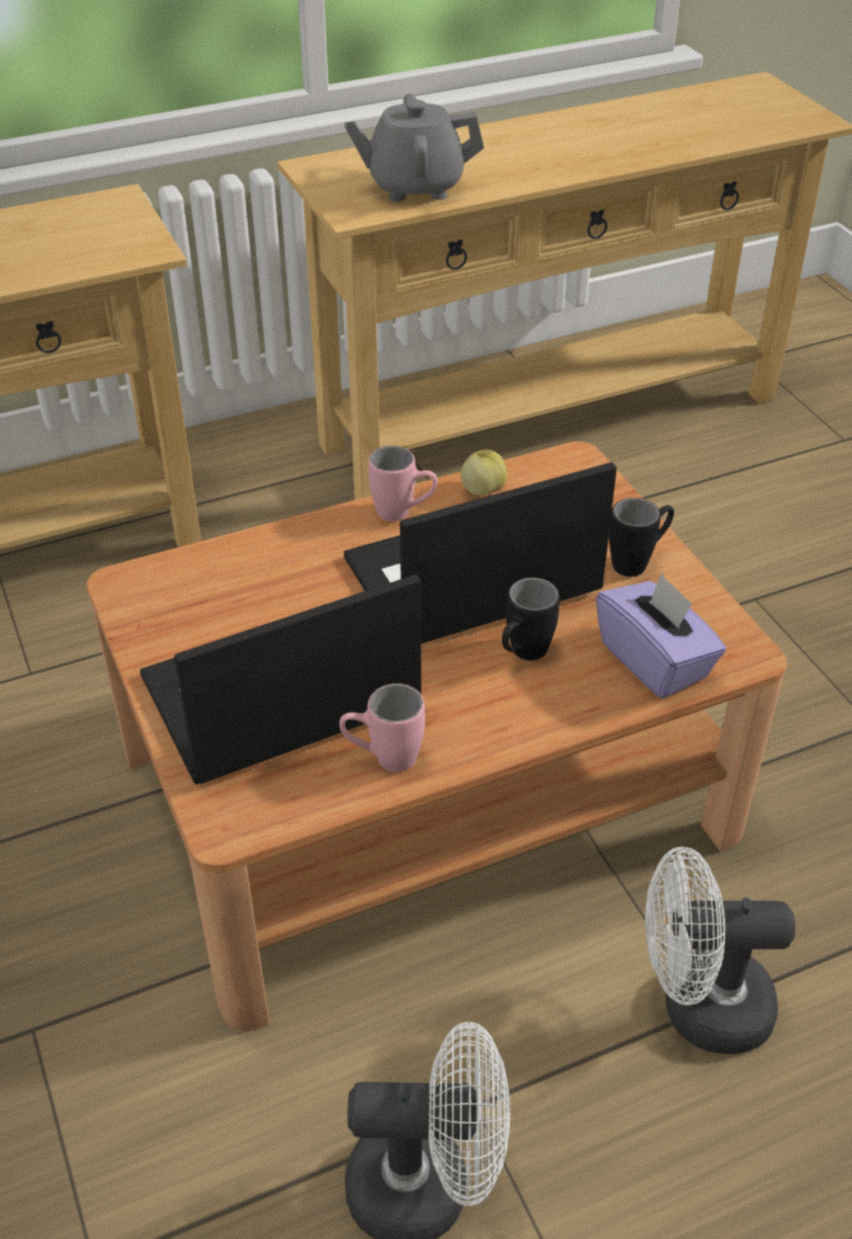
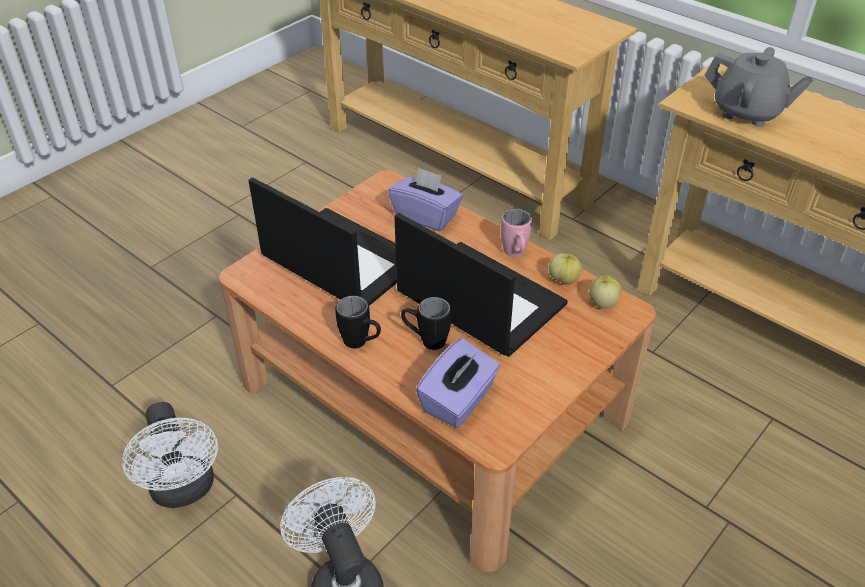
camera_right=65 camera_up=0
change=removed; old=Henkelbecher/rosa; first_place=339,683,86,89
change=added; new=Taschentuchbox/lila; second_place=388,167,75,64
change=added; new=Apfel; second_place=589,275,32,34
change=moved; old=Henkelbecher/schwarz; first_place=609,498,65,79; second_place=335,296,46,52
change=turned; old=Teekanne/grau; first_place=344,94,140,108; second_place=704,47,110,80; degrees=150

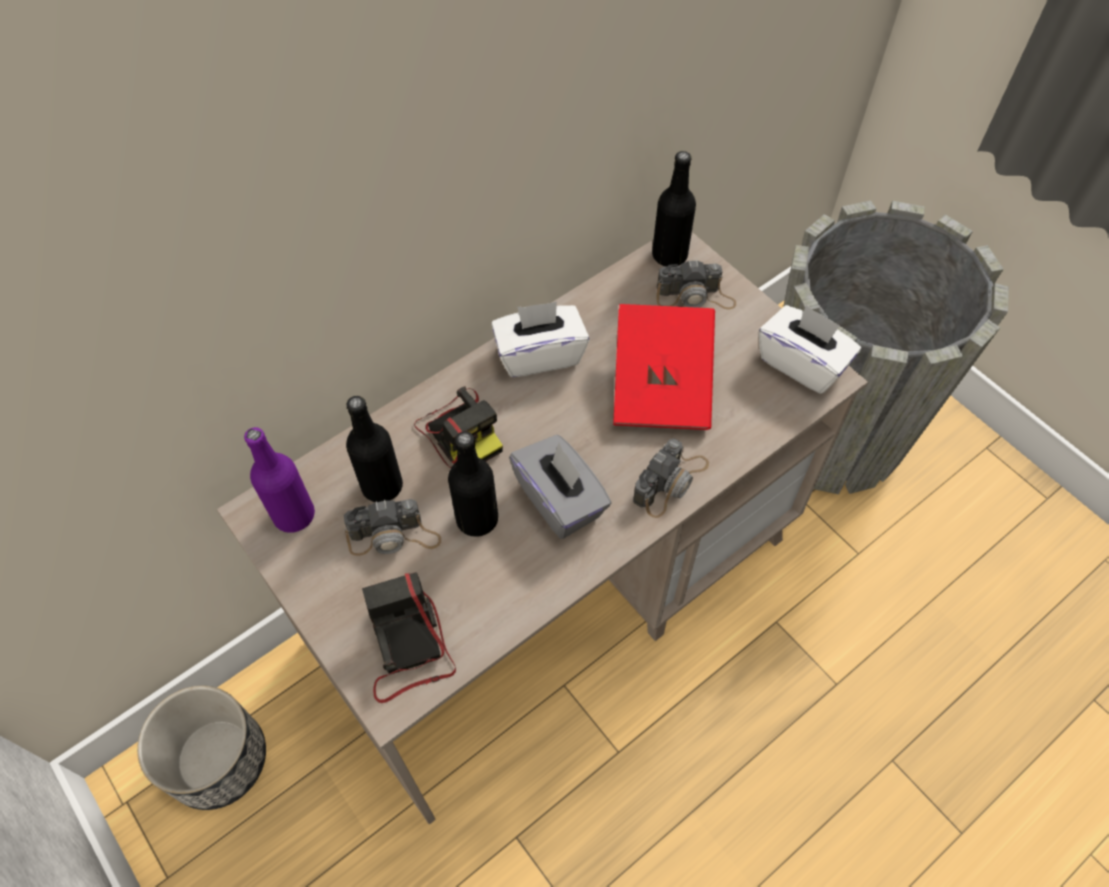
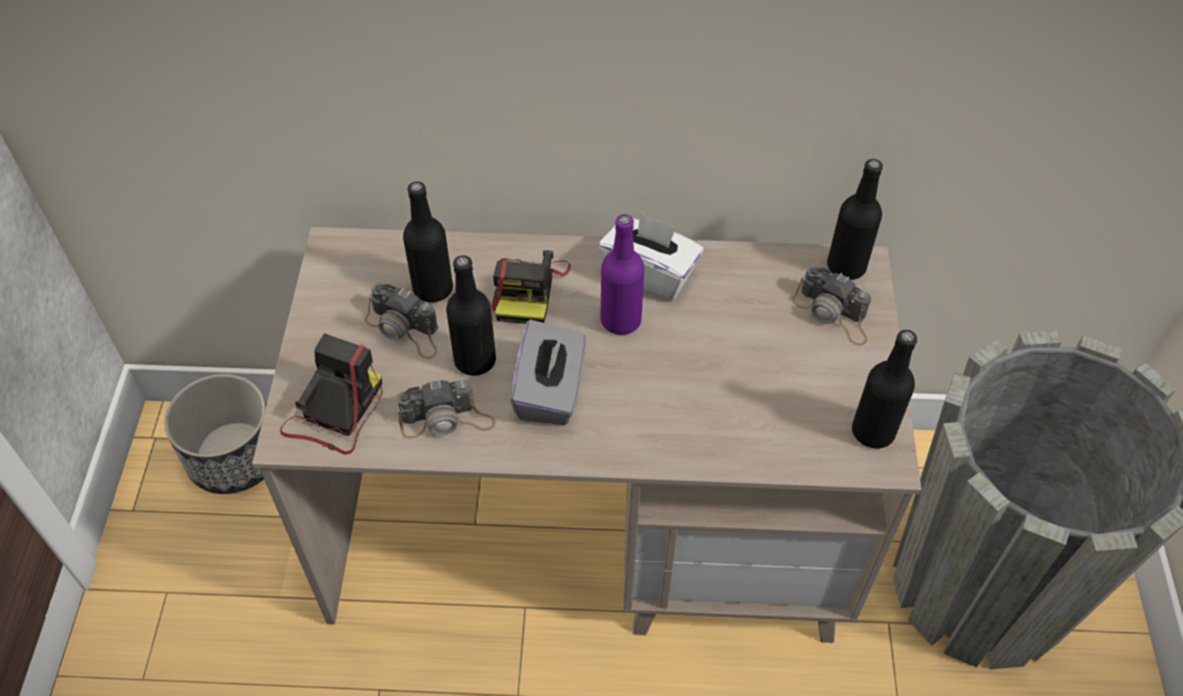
camera_right=40 camera_up=-5
change=removed; old=Buch/rot; first_place=613,304,102,126
change=moved; old=Flasche/lila; first_place=244,427,71,106; second_place=600,214,45,121
change=moved; old=Kamera; first_place=633,438,76,80; second_place=397,379,98,59
change=replaced; old=Taschentuchbox/weiß; new=Flasche/schwarz; first_place=759,304,102,90; second_place=852,330,65,119

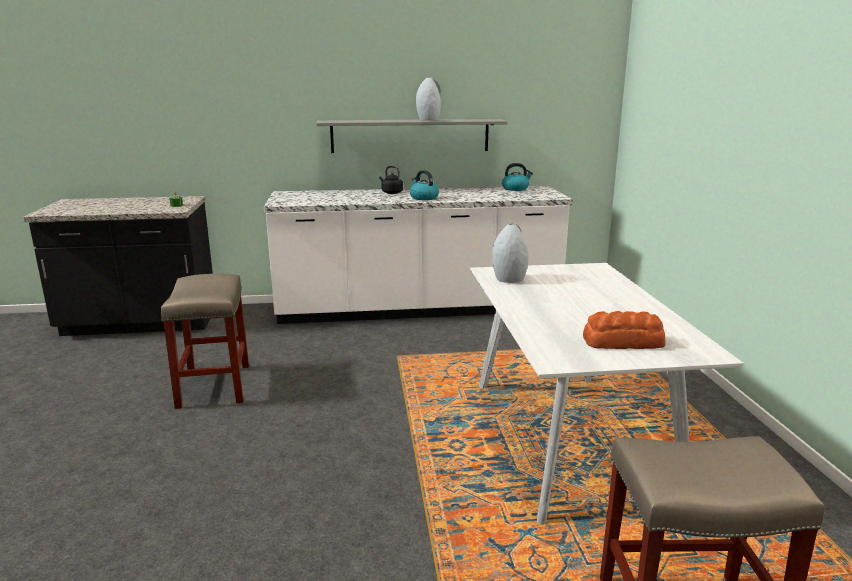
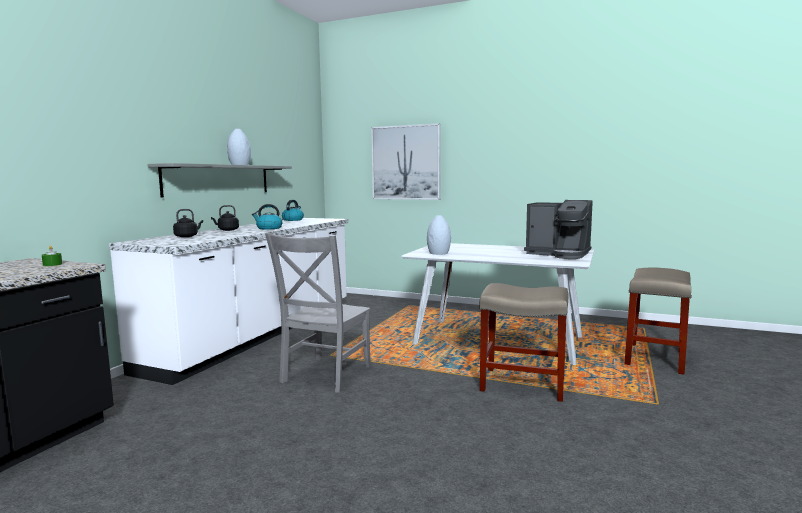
camera_right=-60 camera_up=-10
change=added; new=Wasserkessel/schwarz; second_place=173,209,30,28
change=added; new=Stuhl/grau; second_place=265,233,106,160
change=added; new=Bild; second_place=371,123,70,77
change=moved; old=Hocker/beige; first_place=161,273,88,136; second_place=479,283,90,119
change=replaced; old=Brot; new=Kaffeemaschine; first_place=583,311,82,38; second_place=524,200,69,59

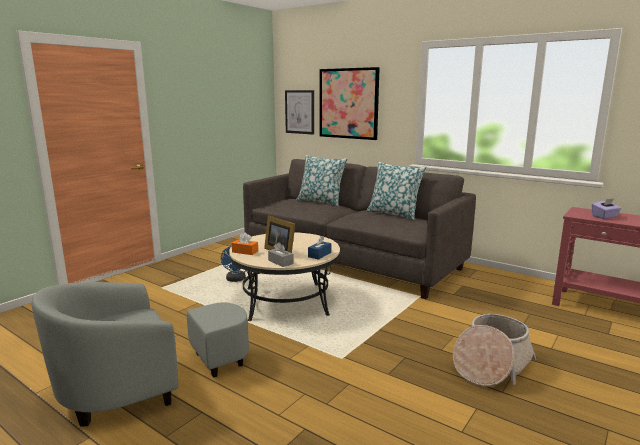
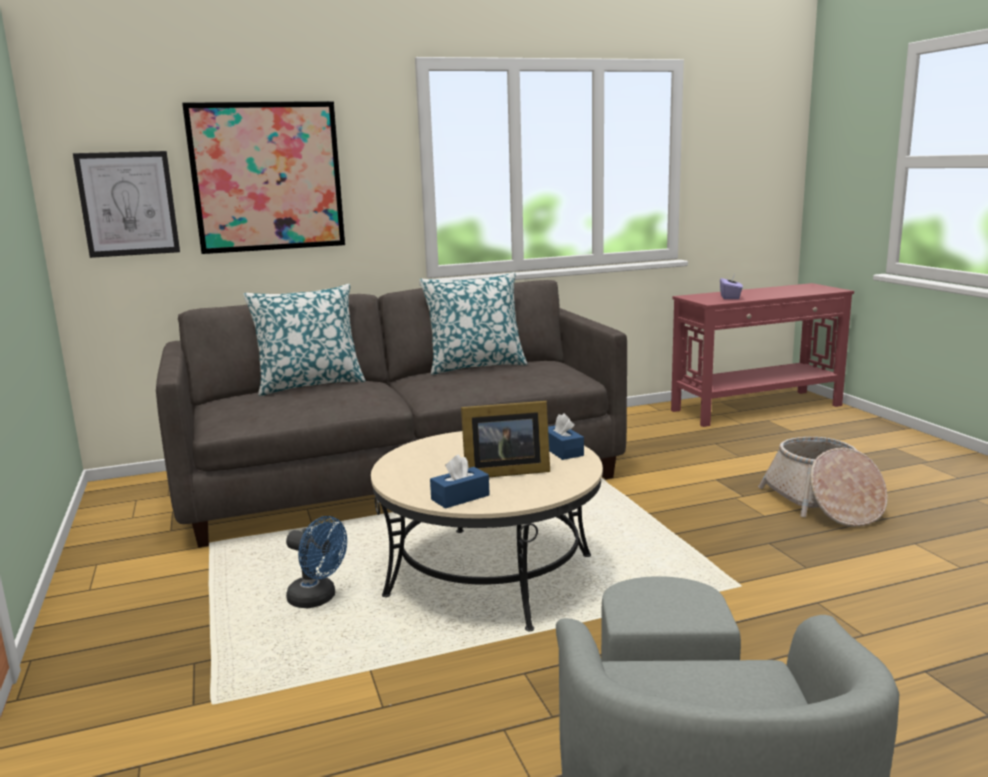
camera_right=-55 camera_up=0
change=removed; old=Taschentuchbox/grau; first_place=268,242,26,25
change=recoloured; old=Taschentuchbox/orange; new=Taschentuchbox/blau; first_place=232,233,26,22; second_place=430,455,60,54

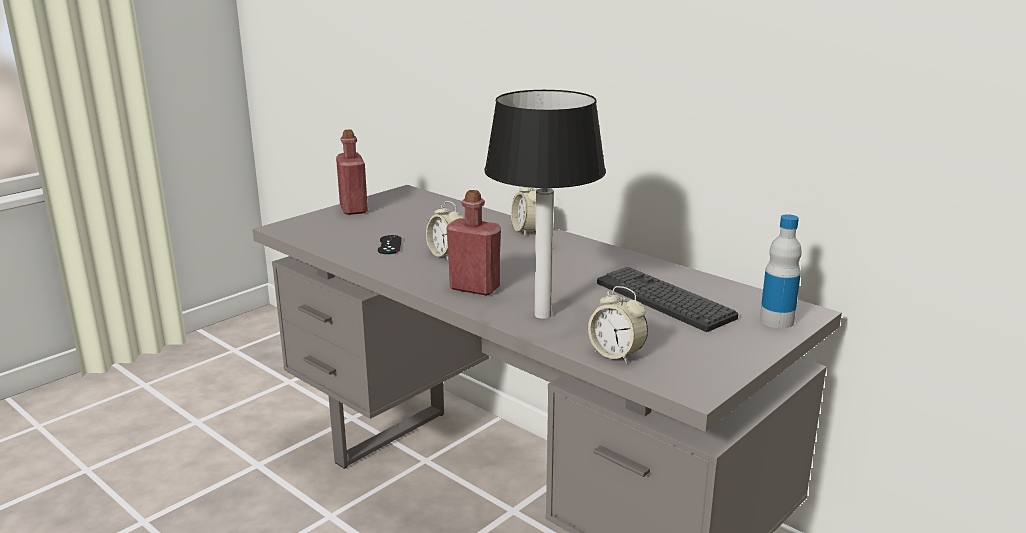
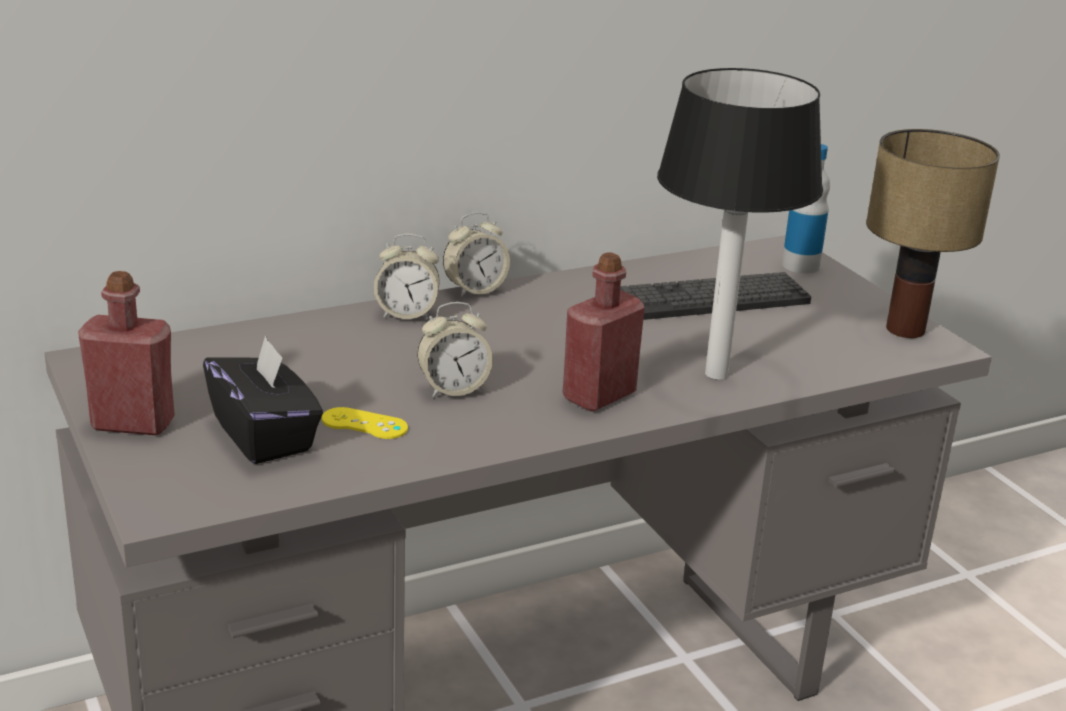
camera_right=-70 camera_up=5
change=added; new=Taschentuchbox/schwarz; second_place=203,335,120,129
change=added; new=Tischlampe; second_place=866,129,134,209
change=moved; old=Wecker; first_place=588,286,60,78; second_place=443,212,67,85
change=recoloured; old=Gamepad/schwarz; new=Gamepad/gelb; first_place=378,235,24,19; second_place=322,407,86,32

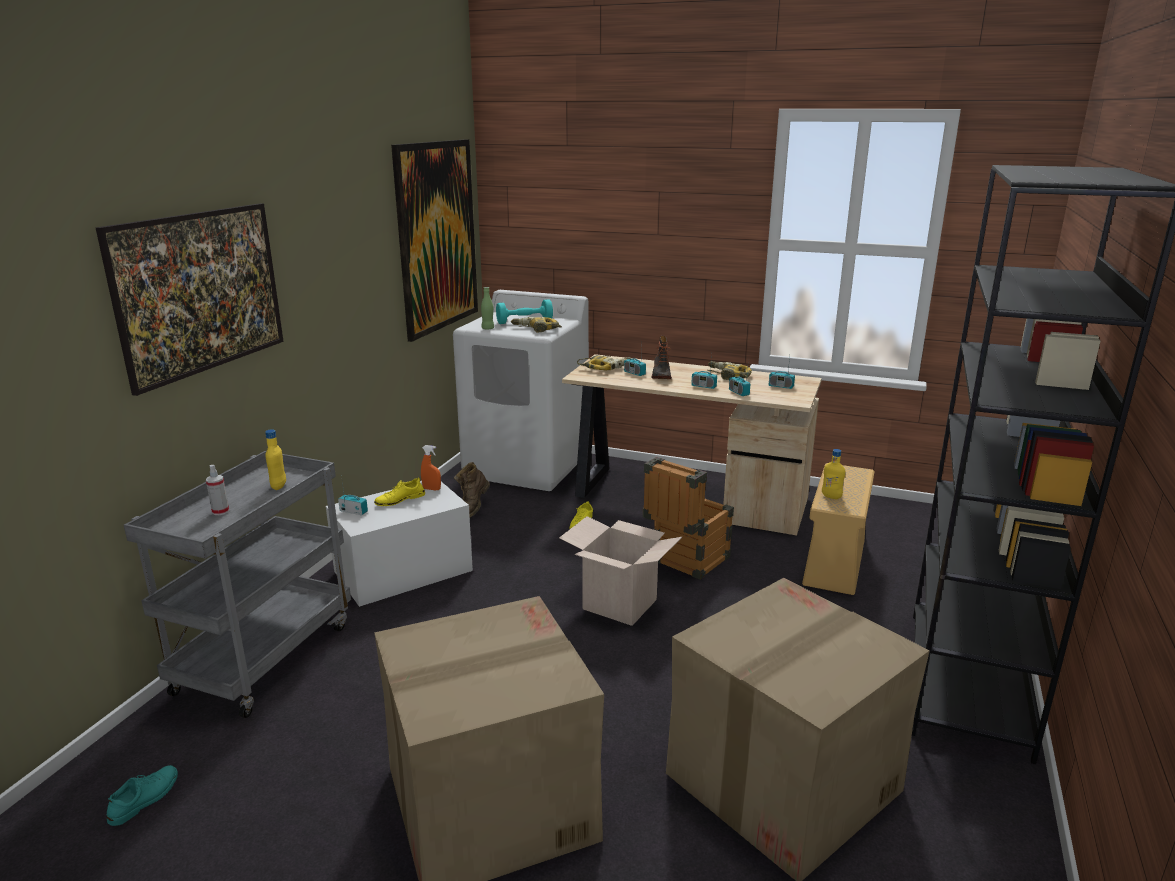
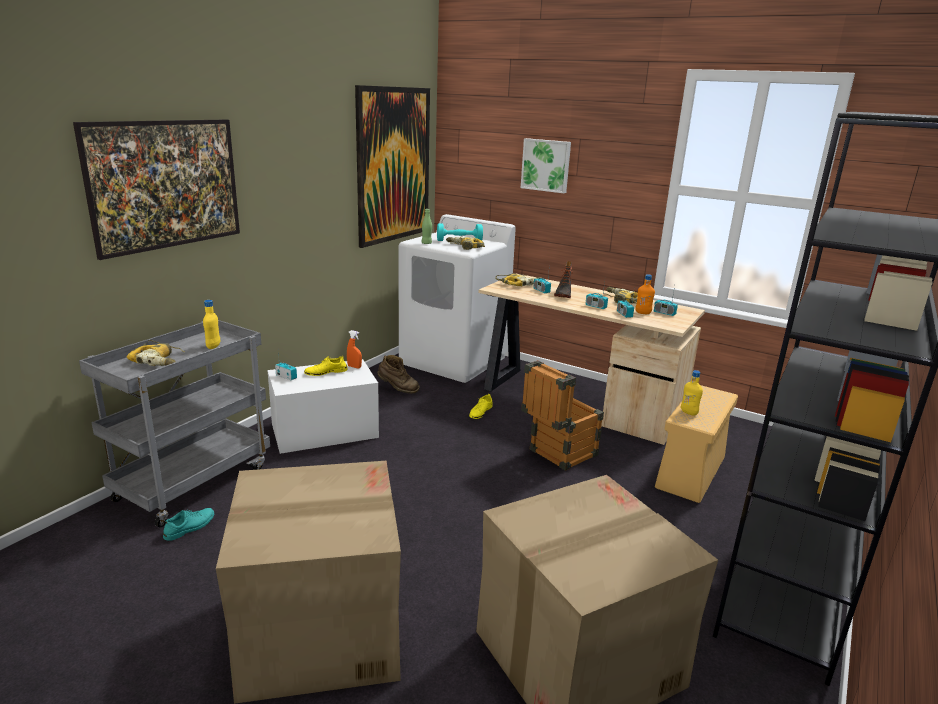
camera_right=10 camera_up=0
change=removed; old=Karton; first_place=559,516,123,110
change=added; new=Bild; second_place=521,138,50,55
change=added; new=Flasche/orange; second_place=635,274,20,40
change=moved; old=Schuh/türkis; first_place=107,765,71,61; second_place=163,508,51,33
change=replaced; old=Sprühflasche; new=Bohrmaschine; first_place=206,465,23,50; second_place=127,340,58,26
change=turned; old=Stiefel/braun; first_place=454,462,36,55; second_place=377,355,43,39; degrees=-105

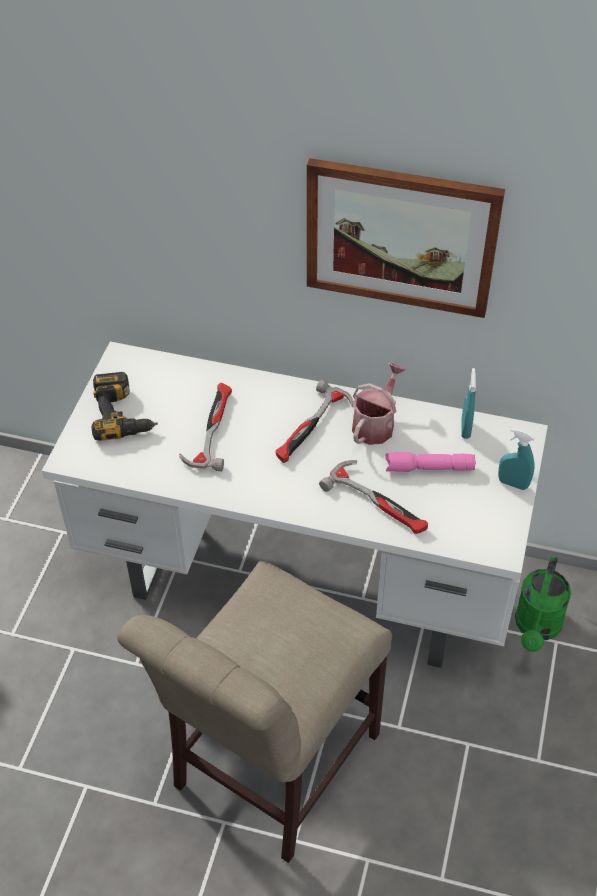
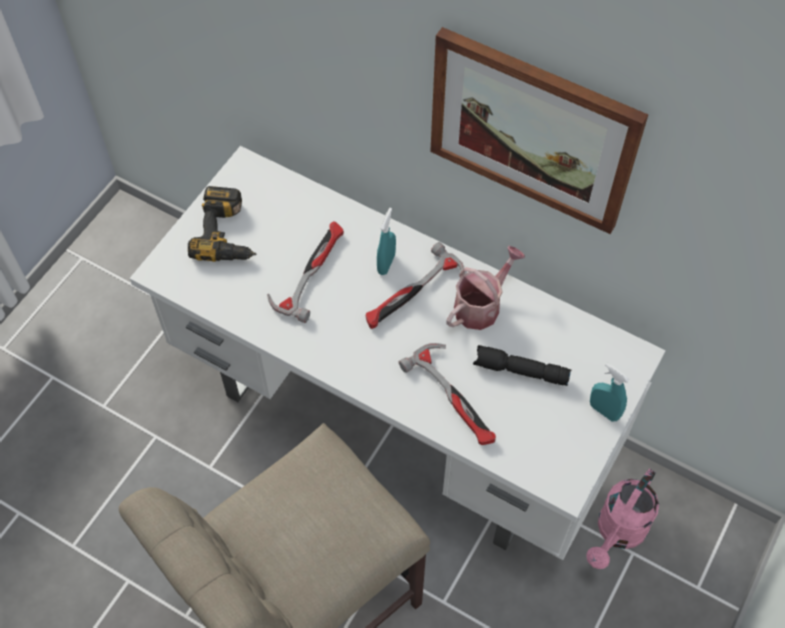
camera_right=15 camera_up=10
change=moved; old=Sprühflasche/türkis; first_place=461,368,15,71; second_place=377,208,19,67
change=recoloured; old=Taschenlampe/rosa; new=Taschenlampe/schwarz; first_place=386,452,90,20; second_place=473,345,98,41
change=recoloured; old=Gießkanne/grün; new=Gießkanne/rosa; first_place=515,556,56,96; second_place=586,468,73,101

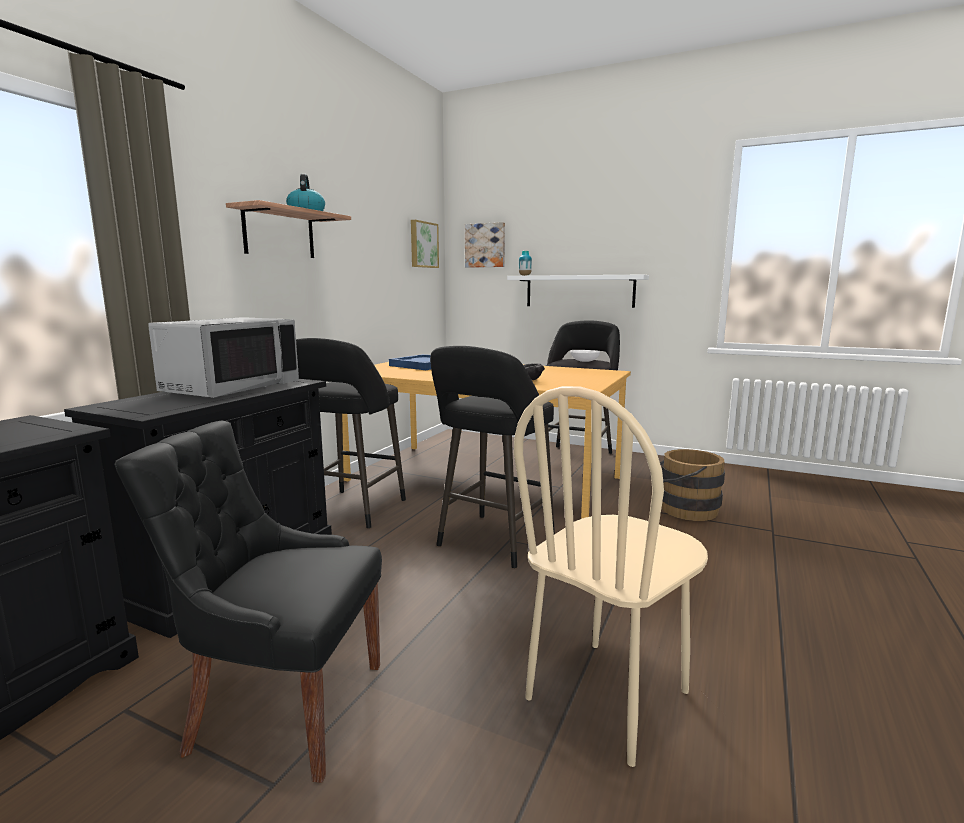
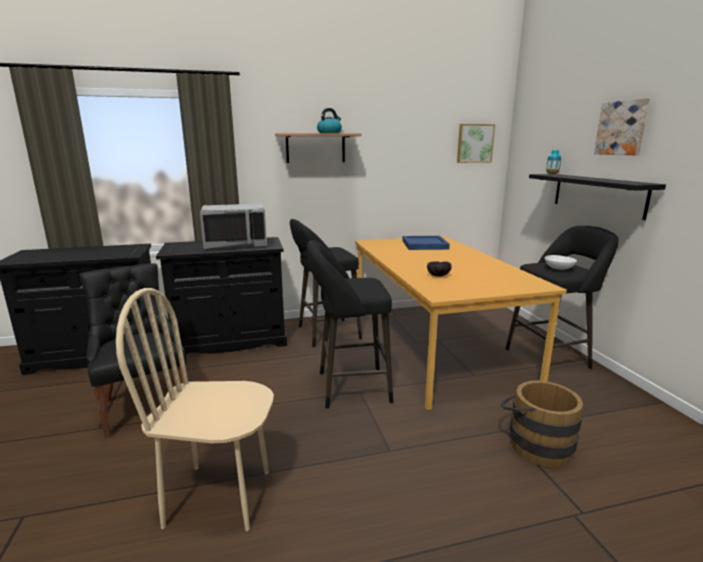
camera_right=50 camera_up=5
change=moved; old=Bild; first_place=465,222,40,46; second_place=594,98,56,57
change=recoloured; old=Wandregal/weiß; new=Wandregal/schwarz; first_place=507,275,142,33; second_place=529,174,137,46

